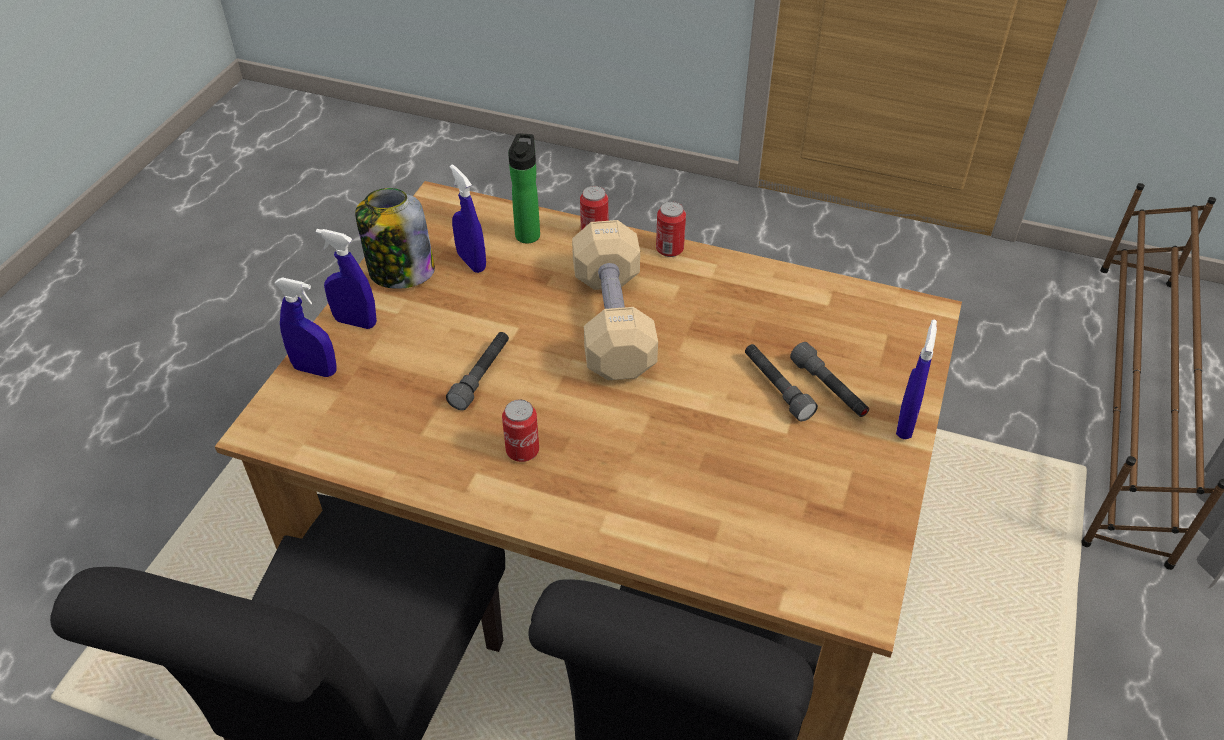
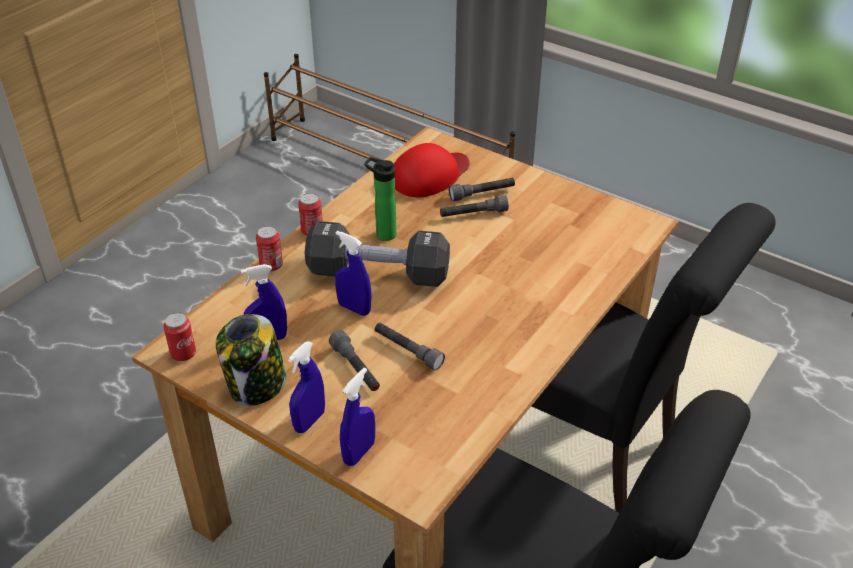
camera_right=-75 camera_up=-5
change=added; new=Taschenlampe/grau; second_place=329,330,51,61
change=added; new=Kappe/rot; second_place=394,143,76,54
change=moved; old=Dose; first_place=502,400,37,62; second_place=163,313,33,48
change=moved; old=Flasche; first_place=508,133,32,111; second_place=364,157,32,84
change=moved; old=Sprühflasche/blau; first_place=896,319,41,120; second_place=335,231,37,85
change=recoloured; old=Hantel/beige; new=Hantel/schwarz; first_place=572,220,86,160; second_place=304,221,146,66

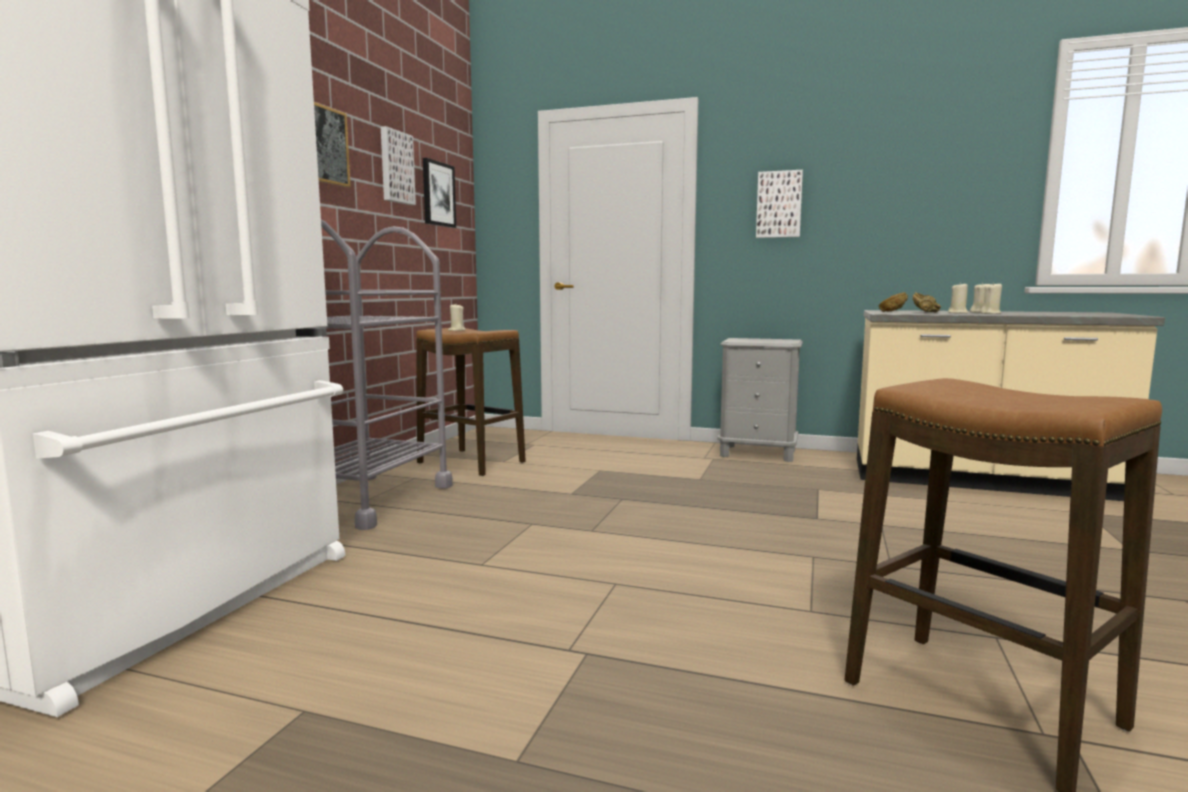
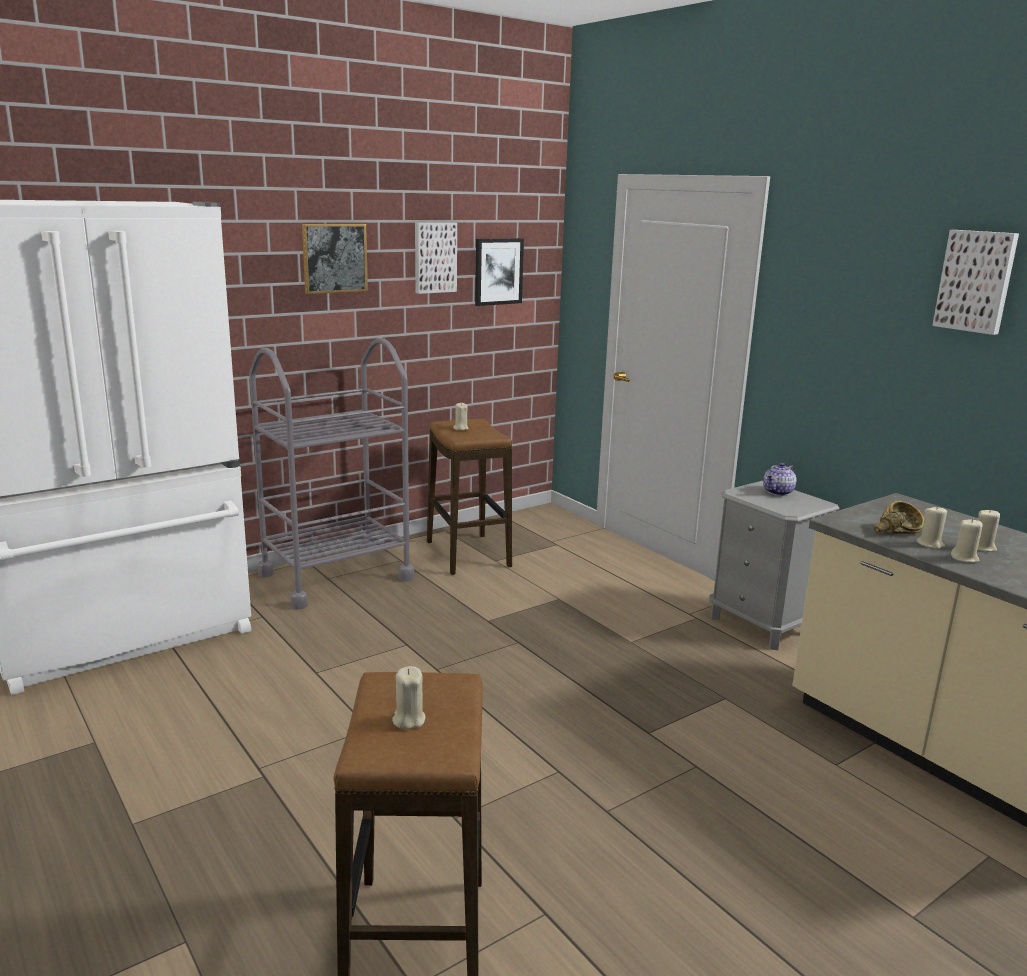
camera_right=35 camera_up=10
change=removed; old=Schüssel/braun; first_place=879,292,29,20
change=added; new=Kerze/beige; second_place=392,666,34,63
change=added; new=Teekanne; second_place=763,463,34,33
change=moved; old=Bild; first_place=756,170,47,68; second_place=932,230,87,105

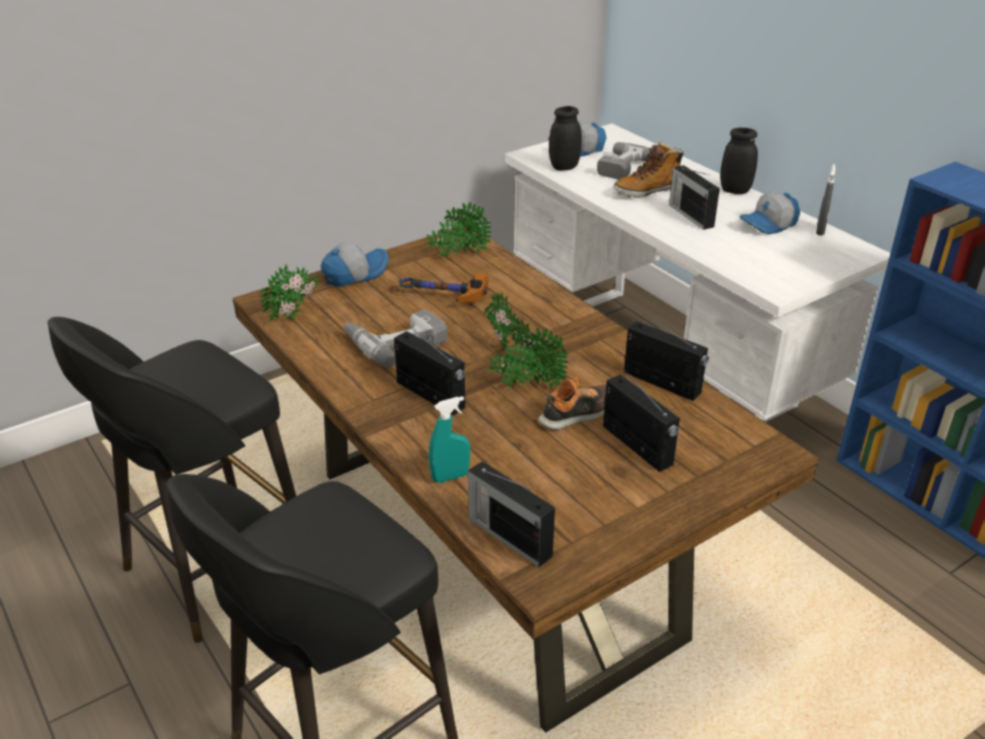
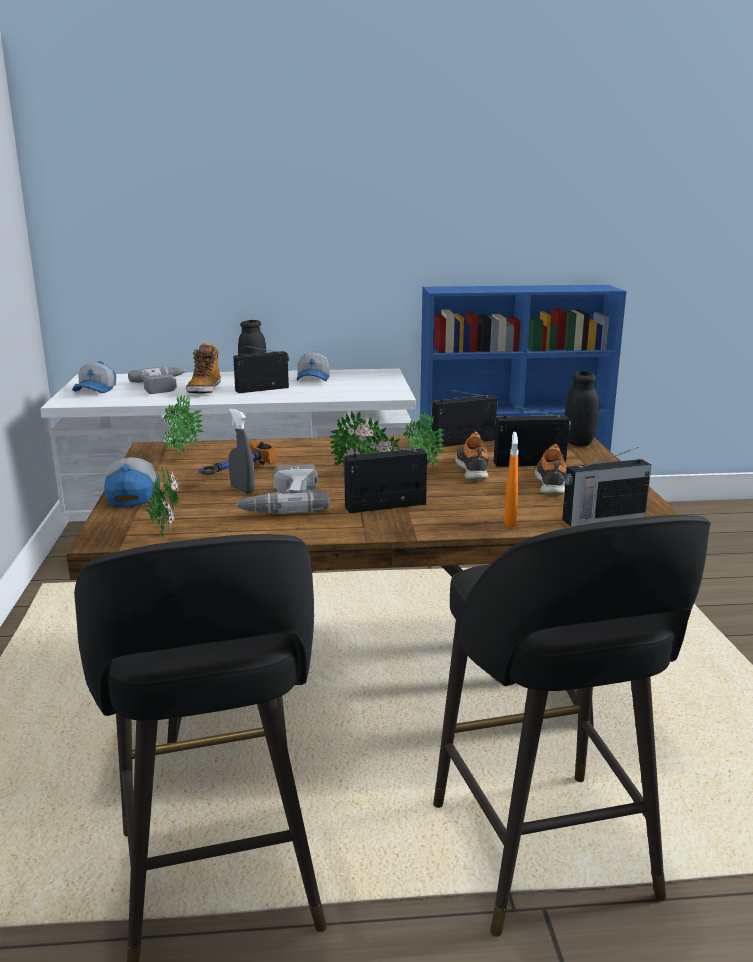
camera_right=-60 camera_up=-15
change=added; new=Schuh; second_place=535,444,32,50
change=moved; old=Vorratsglas/schwarz; first_place=549,106,33,64; second_place=565,371,34,75
change=moved; old=Sprühflasche/grau; first_place=816,164,20,72; second_place=228,409,26,85
change=recoloured; old=Sprühflasche/türkis; new=Sprühflasche/orange; first_place=429,396,41,87; second_place=505,432,13,95
change=turned; old=Radio; first_place=669,165,51,65; second_place=233,345,56,48; degrees=150

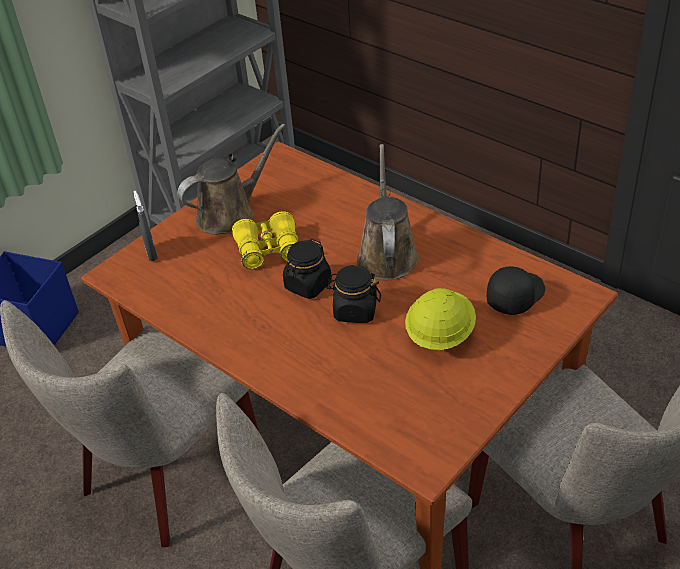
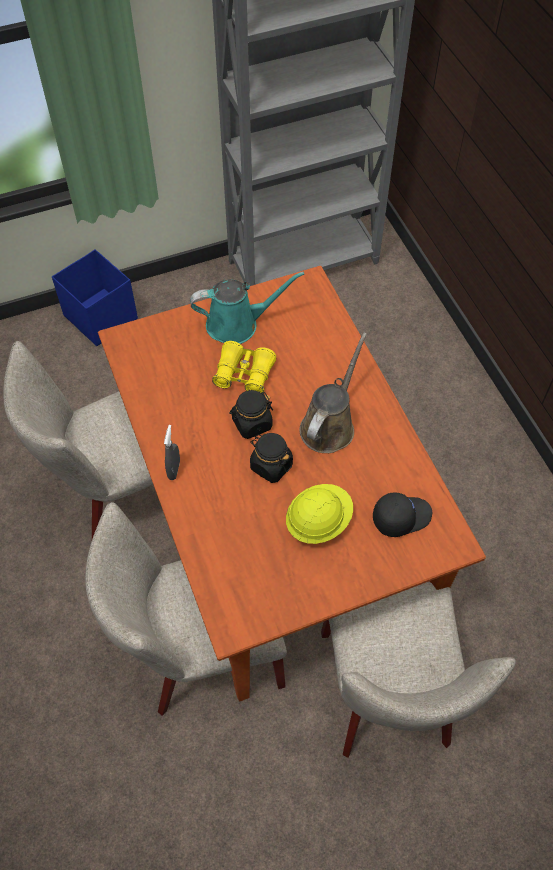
camera_right=25 camera_up=15
change=moved; old=Sprühflasche/grau; first_place=134,191,24,70; second_place=164,425,16,55
change=recoloured; old=Gießkanne/braun; new=Gießkanne/türkis; first_place=177,124,109,111; second_place=190,272,114,72

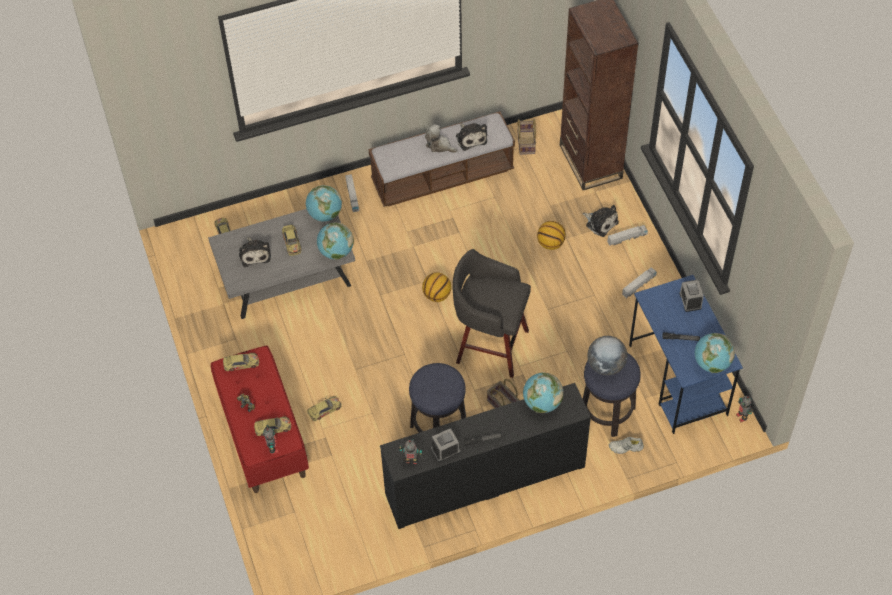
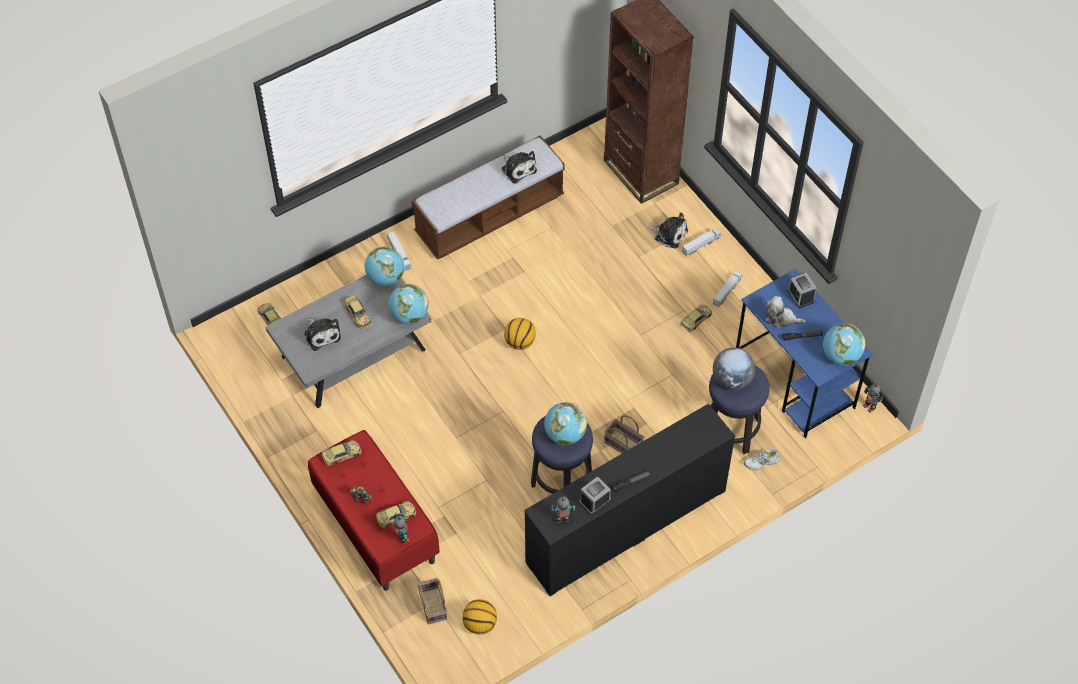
camera_right=-15 camera_up=0
change=removed; old=Hocker/grau; first_place=452,249,79,129
change=moved; old=Spielzeugauto; first_place=307,396,35,25; second_place=680,305,32,27
change=moved; old=Plüschtier; first_place=425,124,33,29; second_place=766,296,40,32
change=moved; old=Korb; first_place=517,118,19,37; second_place=417,578,30,46
change=moved; old=Globus; first_place=523,373,41,40; second_place=544,402,43,43
change=moved; old=Basketball; first_place=537,221,29,29; second_place=462,599,35,36

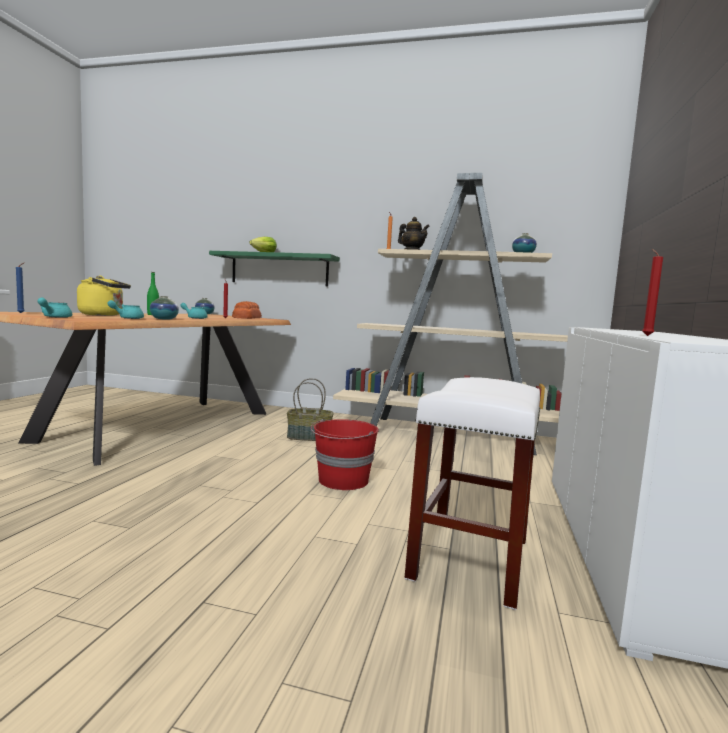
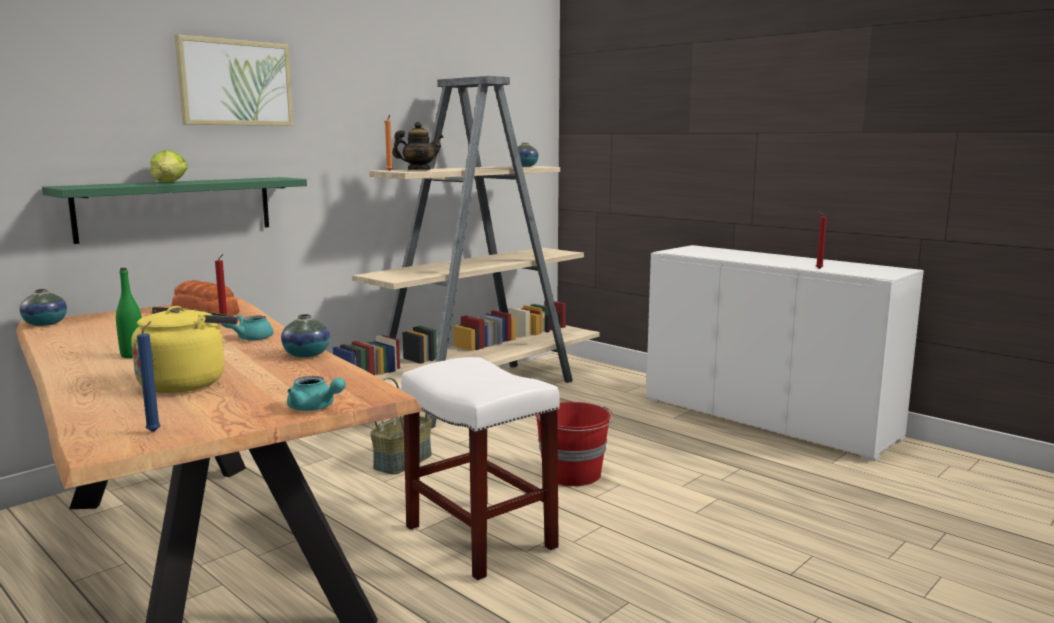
camera_right=-60 camera_up=5
change=removed; old=Teekanne/türkis; first_place=107,300,37,19
change=added; new=Bild; second_place=175,34,118,92
change=moved; old=Hocker/weiß; first_place=404,377,136,233; second_place=401,357,159,225

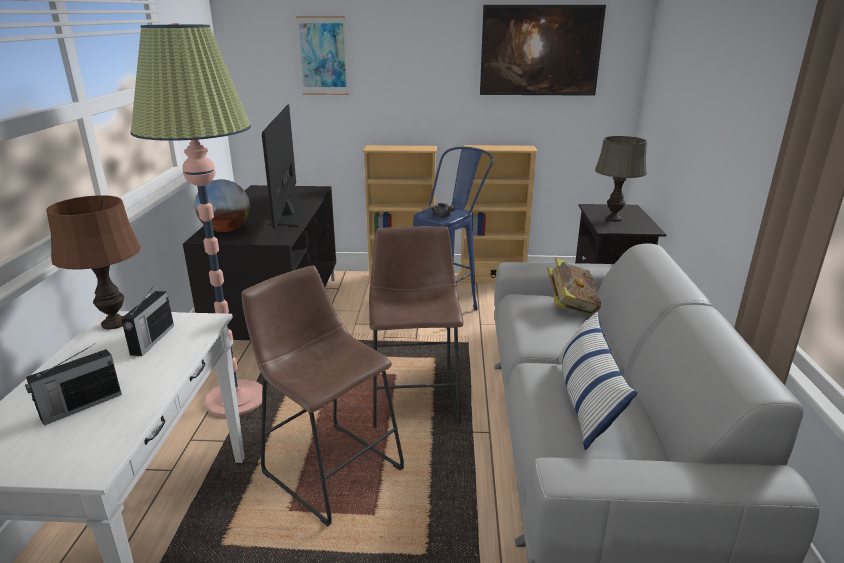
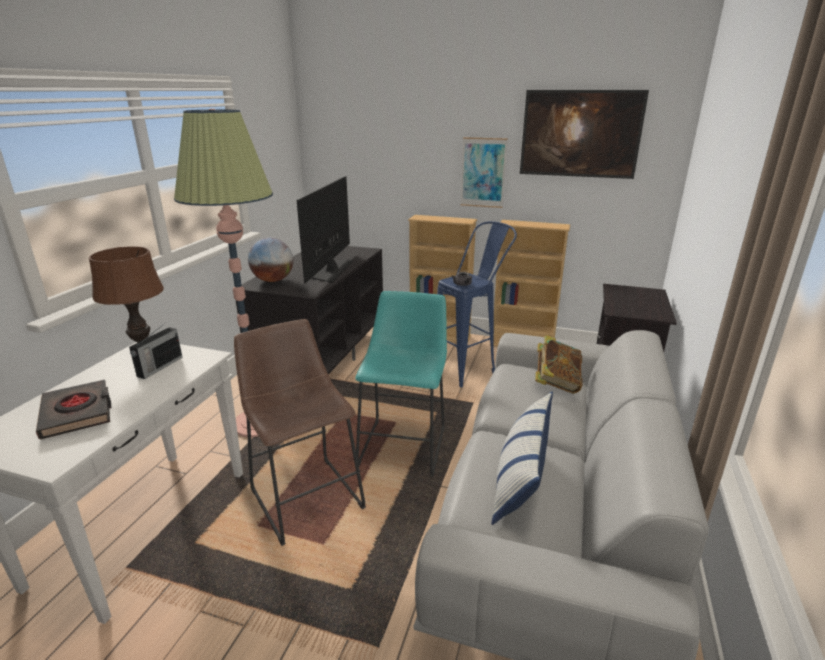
camera_right=15 camera_up=0
change=removed; old=Tischlampe/grau; first_place=595,136,52,85
change=moved; old=Bild; first_place=296,16,53,79; second_place=460,137,48,71
change=replaced; old=Radio; new=Buch/schwarz; first_place=25,345,97,81; second_place=36,380,75,60
change=recoloured; old=Hocker/braun; new=Hocker/türkis; first_place=369,226,95,202; second_place=355,291,92,186

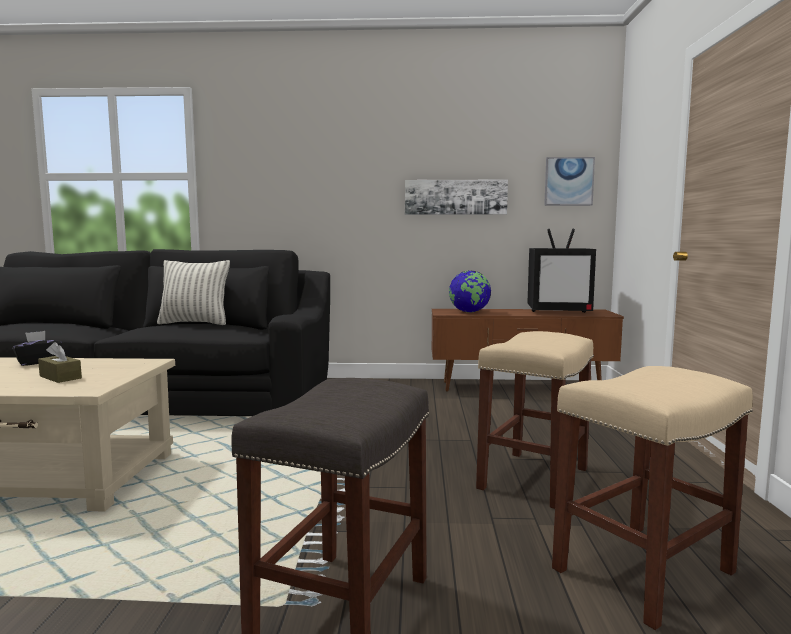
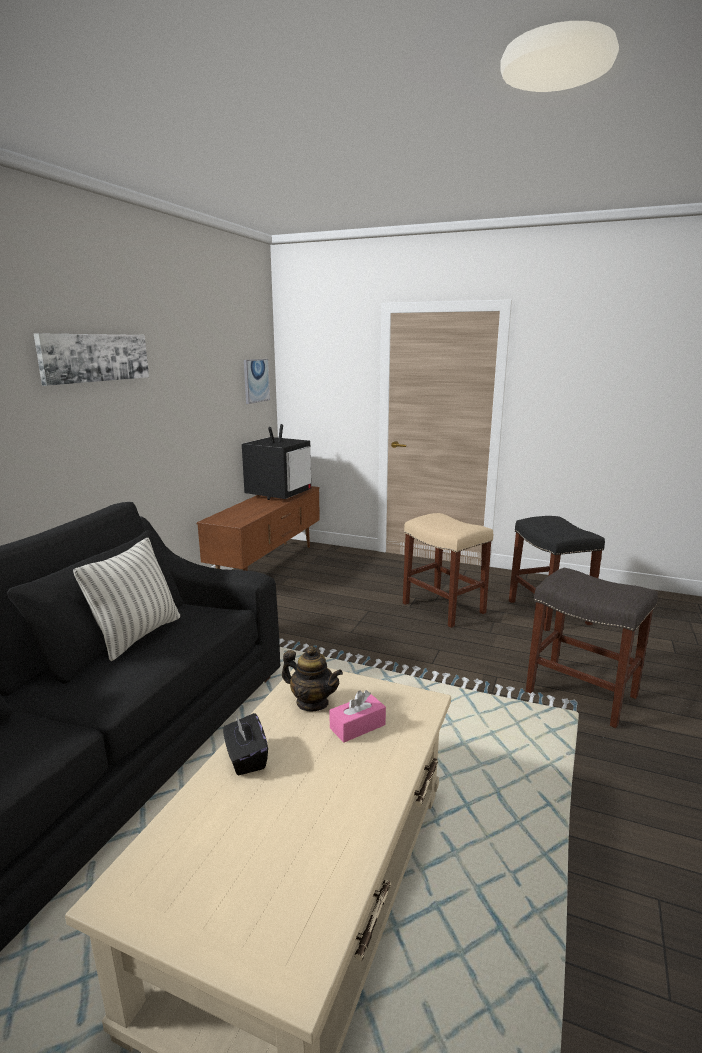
camera_right=-70 camera_up=10
change=removed; old=Globus; first_place=449,270,42,43
change=added; new=Teekanne; second_place=282,646,61,66
change=moved; old=Bild; first_place=405,180,103,35; second_place=34,333,115,53
change=recoloured; old=Taschentuchbox/braun; new=Taschentuchbox/rosa; first_place=38,342,44,41; second_place=329,690,57,53
change=recoloured; old=Hocker/beige; new=Hocker/schwarz; first_place=552,366,201,264; second_place=509,516,96,115

